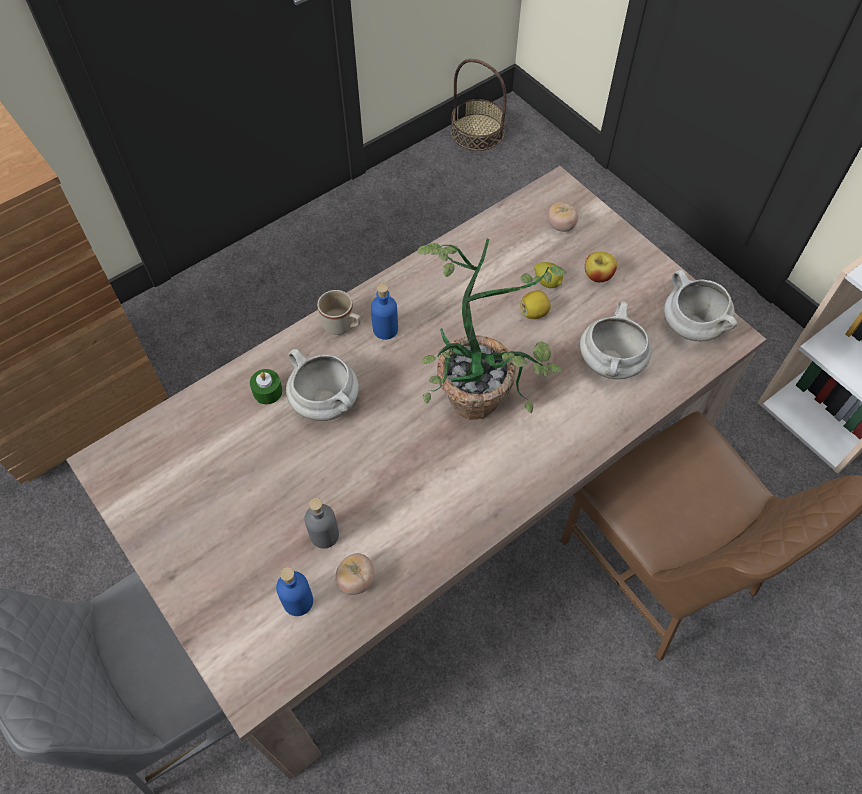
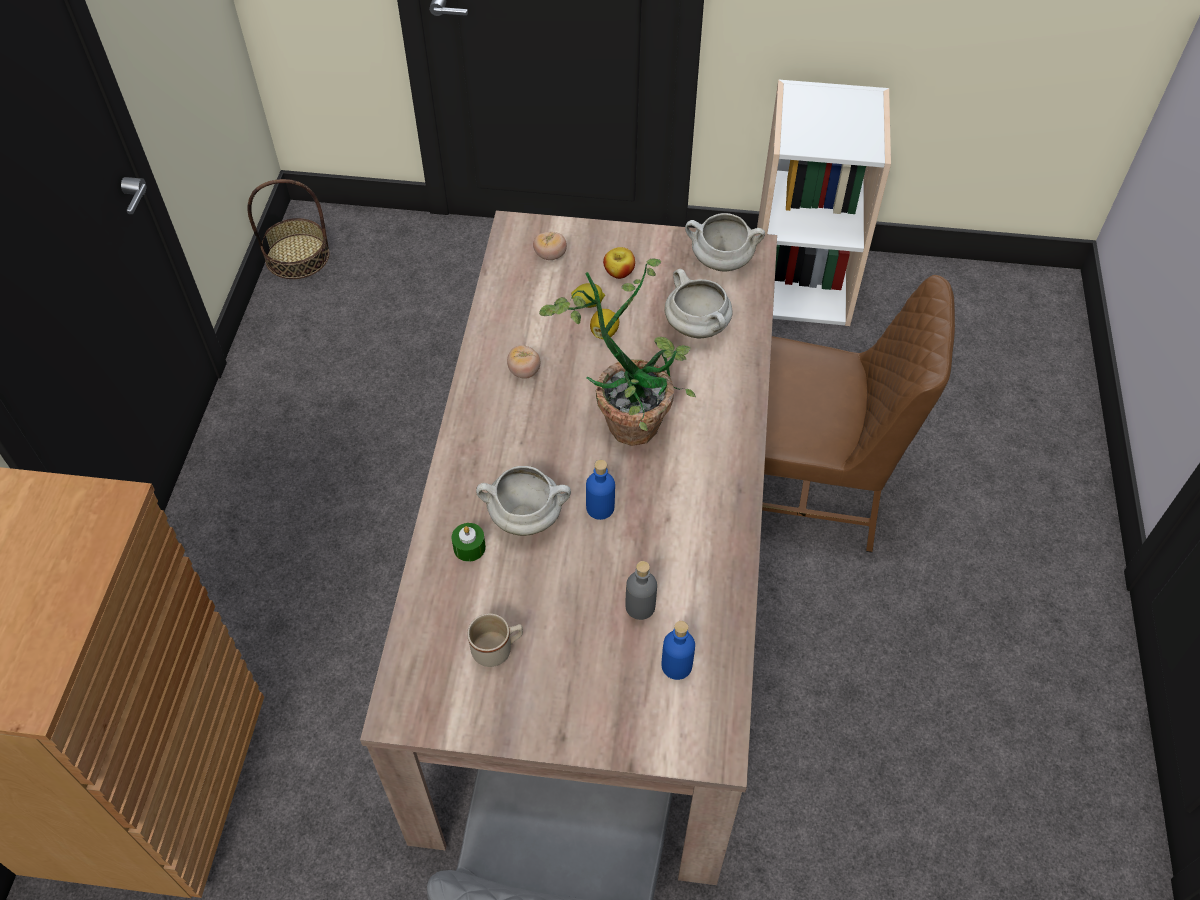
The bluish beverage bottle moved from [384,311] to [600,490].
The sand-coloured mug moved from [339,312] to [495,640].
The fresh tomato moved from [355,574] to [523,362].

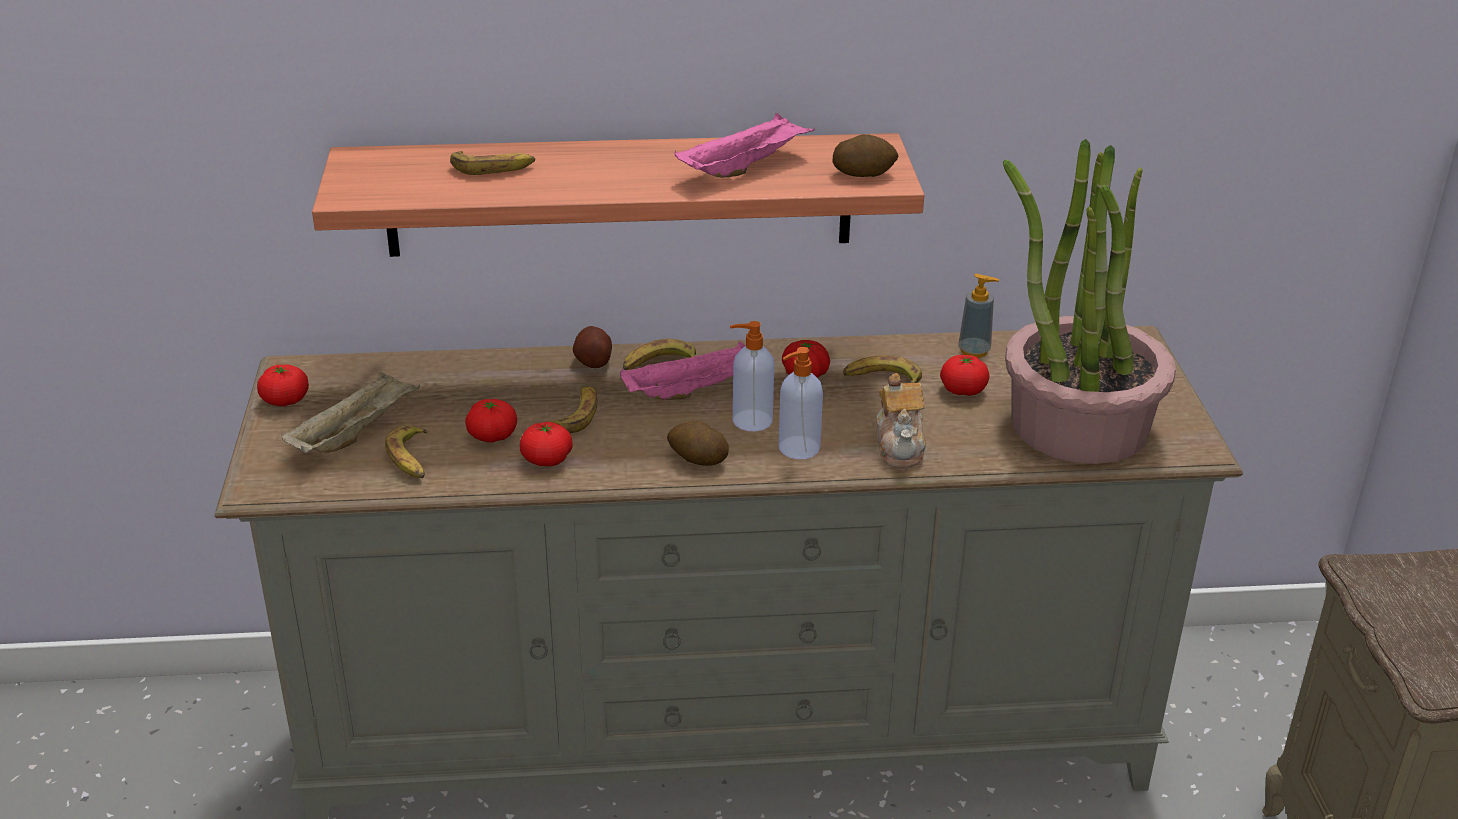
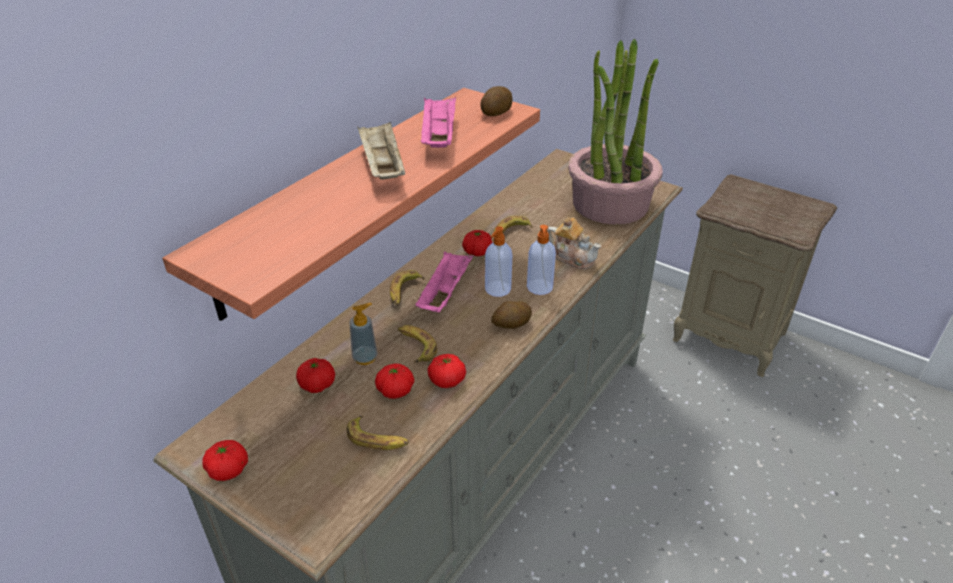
The banana at [492,163] disappeared.
The soap bottle moved from [978,316] to [363,334].
The potato at [592,347] disappeared.
The fresh tomato moved from [964,375] to [315,375].
The sand-coloured carrying tray moved from [350,412] to [381,151].

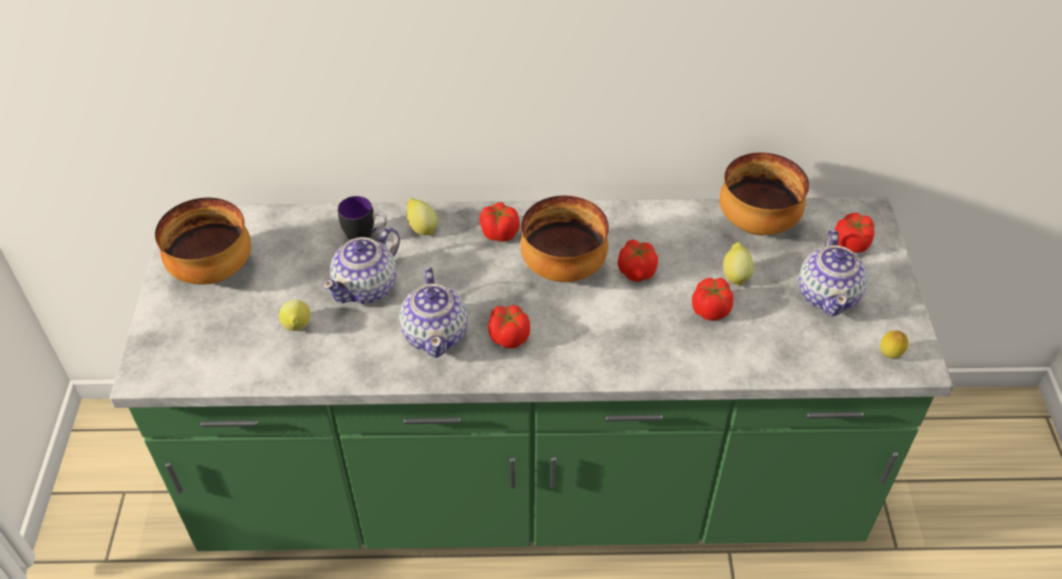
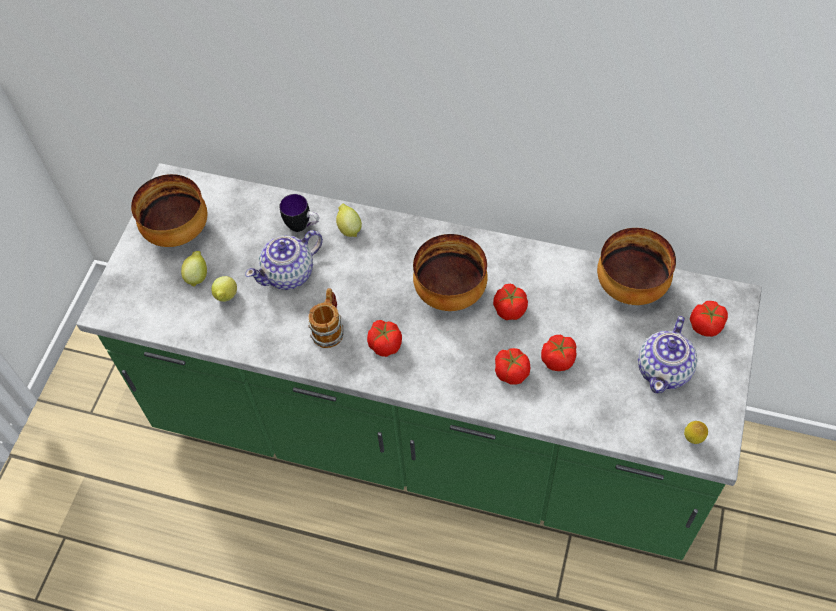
The fresh tomato moved from [500,222] to [512,366].
The citrus fruit moved from [738,264] to [194,269].
The tea pot at [433,312] was replaced by the mug at [326,318].

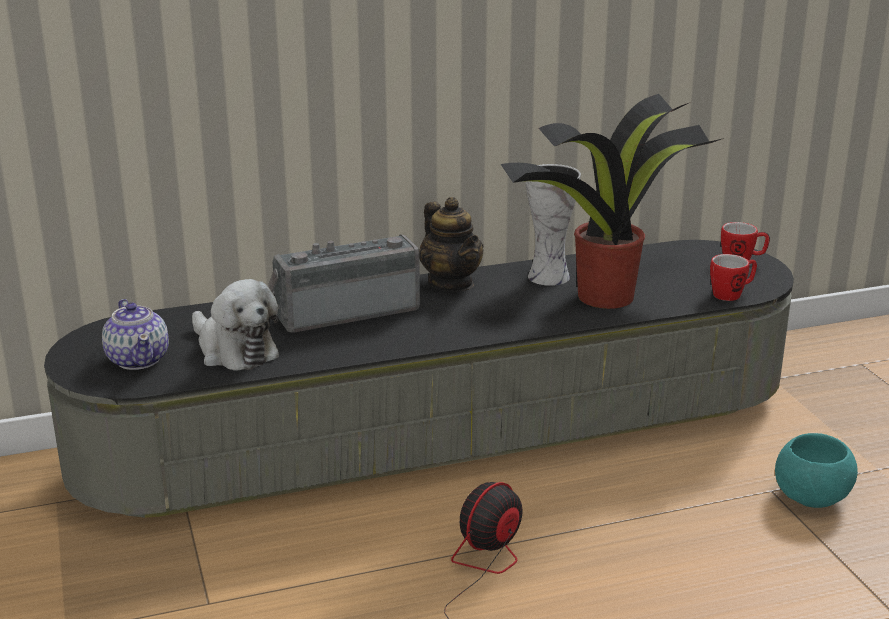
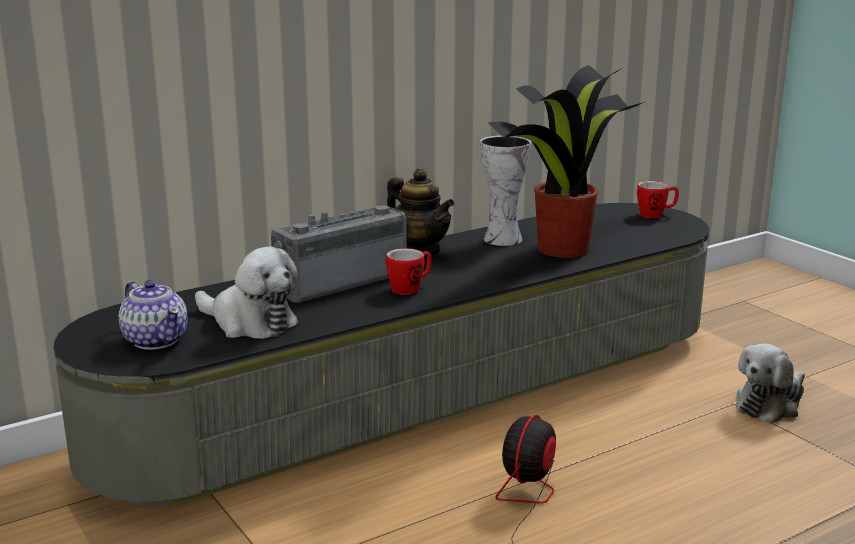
The mug moved from [733,277] to [409,271].
The blue-green bowl at [816,470] was replaced by the plush toy at [770,383].

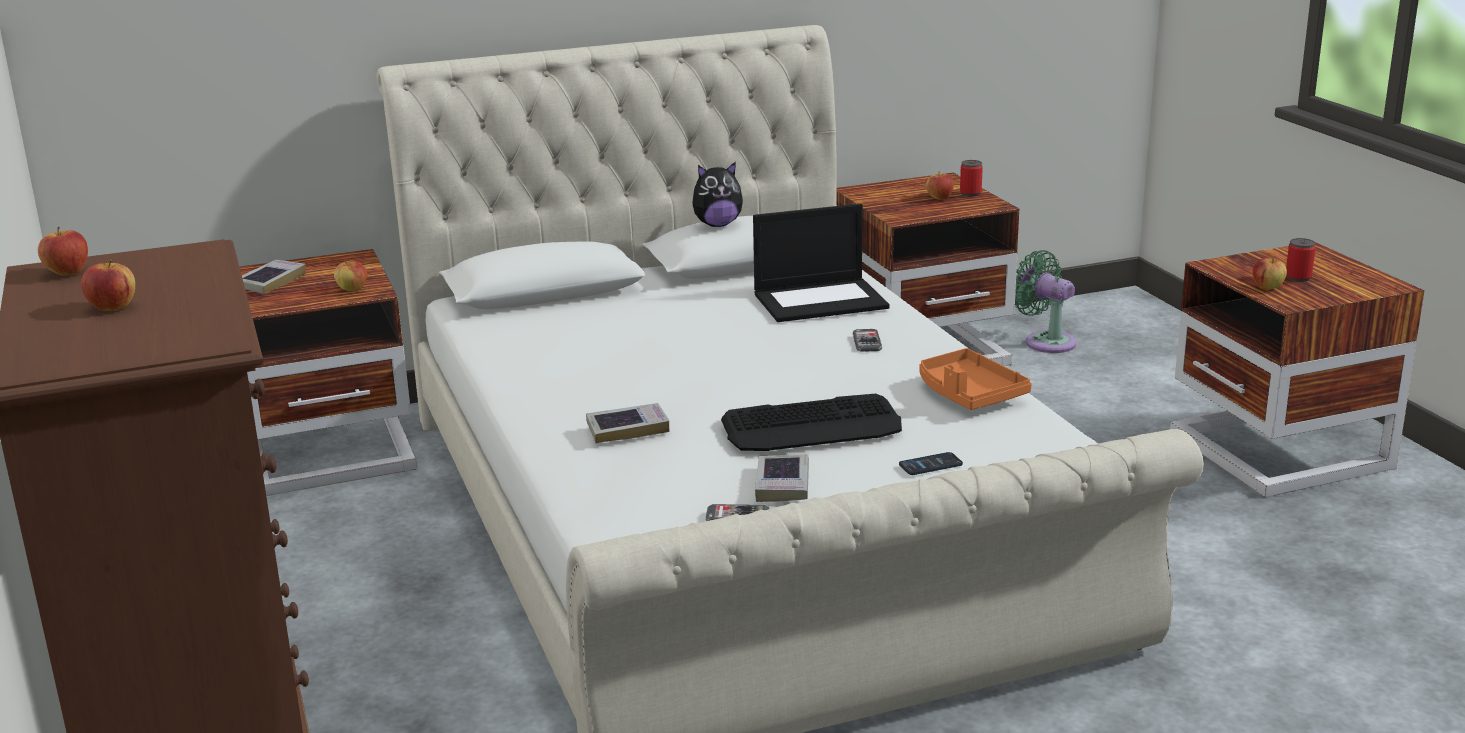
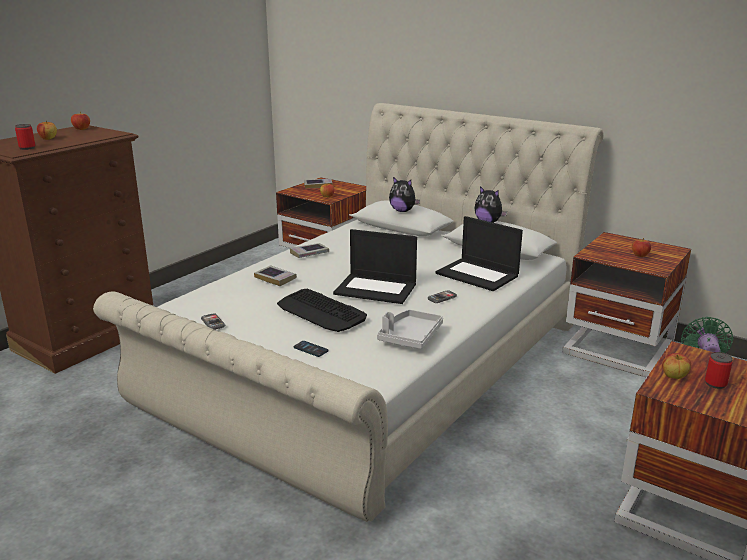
The sealed can moved from [971,178] to [25,137].
The orange carrying tray at [975,379] became the gray carrying tray at [410,329].
The volume moved from [782,478] to [309,250].
The plush toy at [404,194] appeared.
The portable computer at [375,266] appeared.

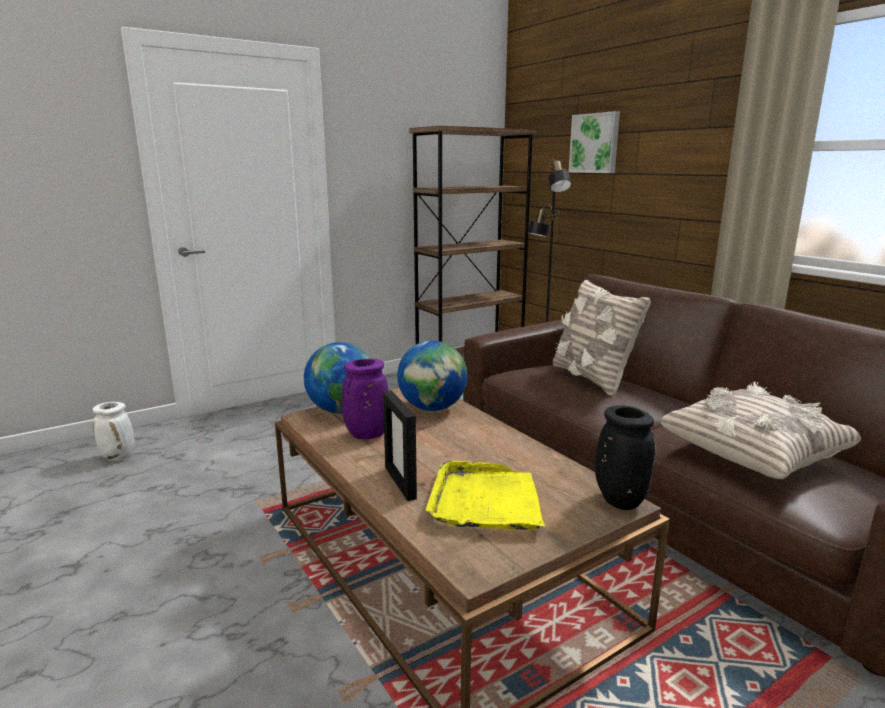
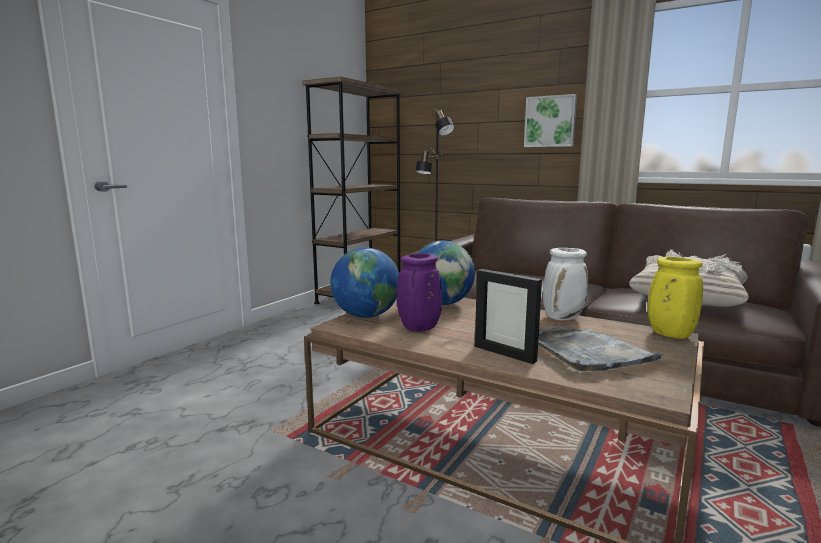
The wall picture moved from [594,142] to [550,120].
The sand-coloured pillow at [602,338] disappeared.
The whitish decorative vase moved from [113,431] to [565,284].
The black decorative vase at [625,457] became the yellow decorative vase at [675,298].
The yellow carrying tray at [485,495] became the gray carrying tray at [601,348].

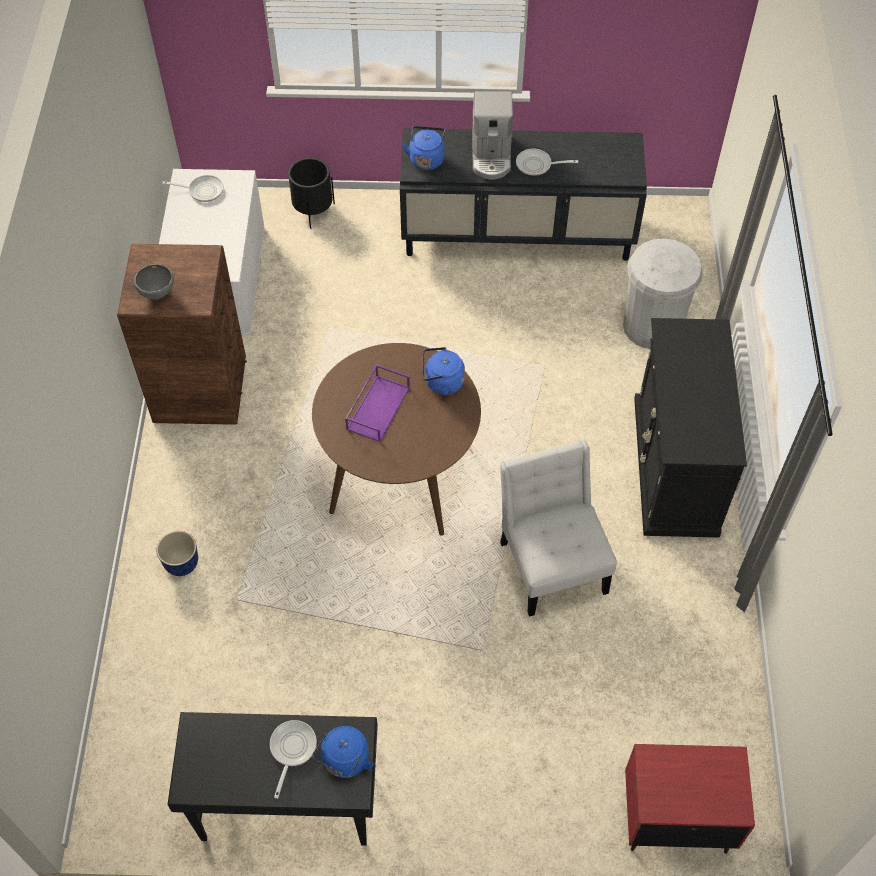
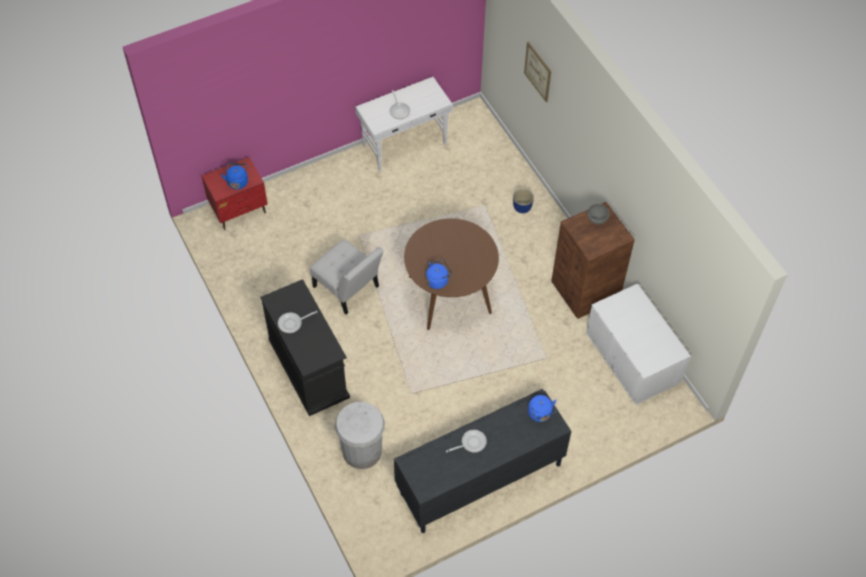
The coffee machine at [492,135] disappeared.
The black plant pot at [311,193] disappeared.
The frying pan moved from [193,188] to [297,322].
The purple carrying tray at [377,403] disappeared.
The black narrow table at [272,779] became the whitish narrow table at [404,124].
The bluish tea kettle moved from [343,752] to [234,176].
The wall picture at [537,72] appeared.

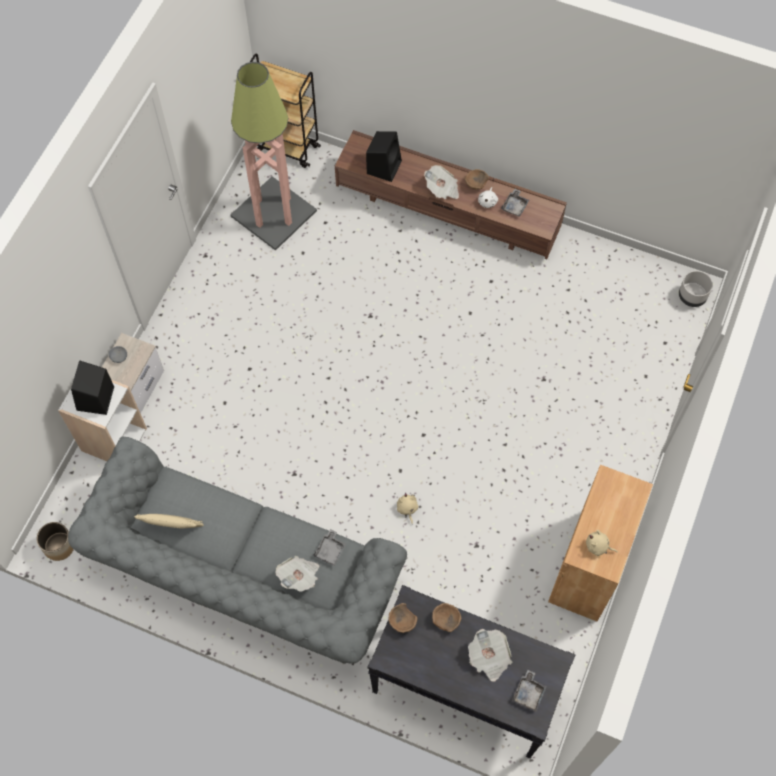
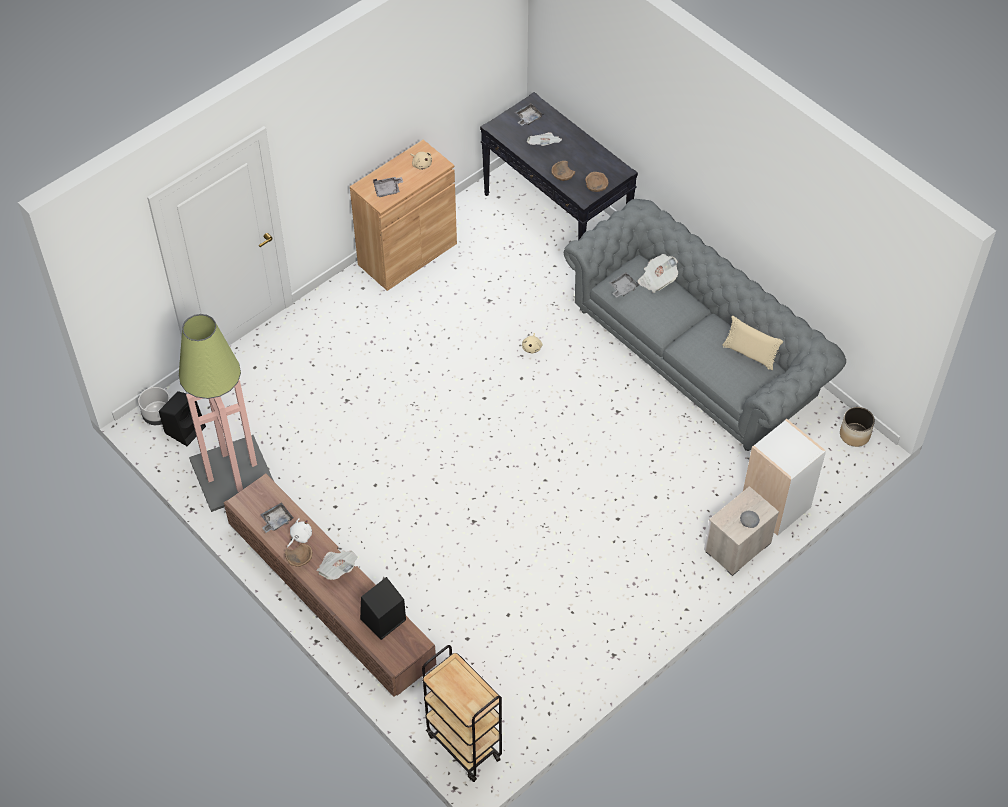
The floor lamp moved from [274,156] to [226,413].
The black speaker moved from [92,387] to [182,418].
The gray carrying tray at [388,187] appeared.

